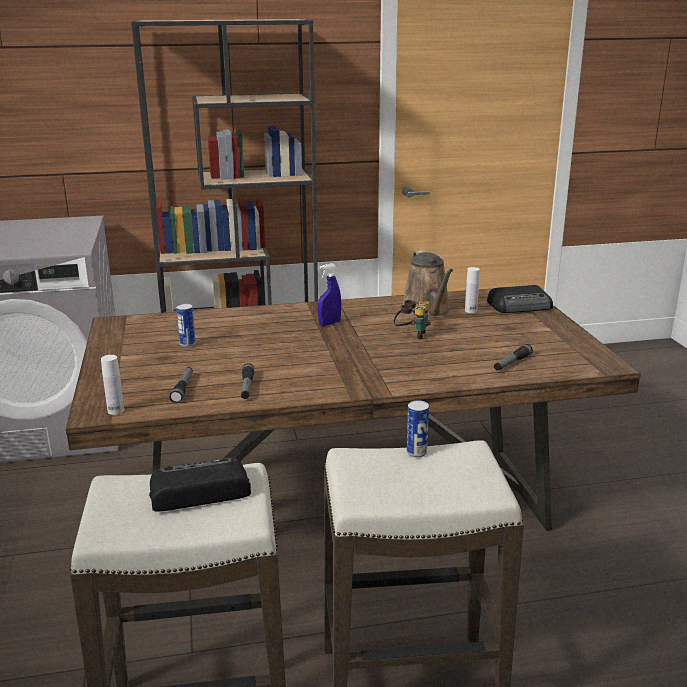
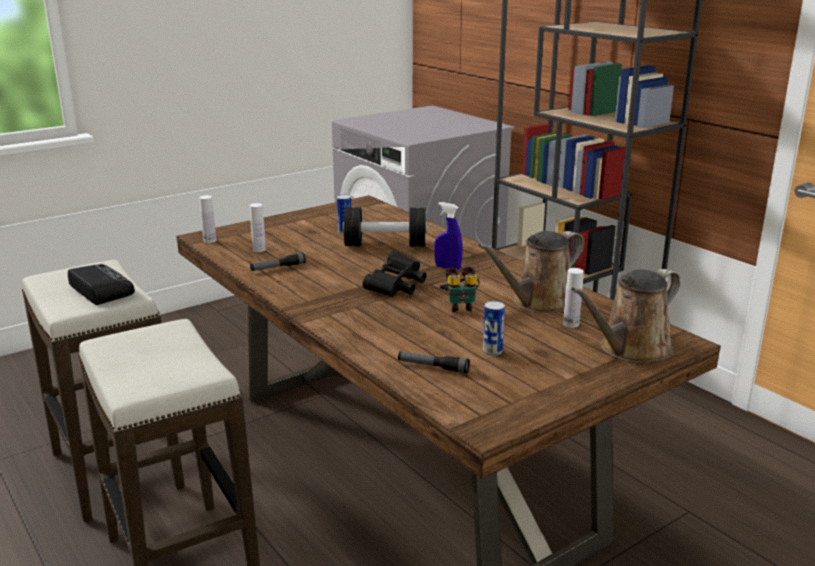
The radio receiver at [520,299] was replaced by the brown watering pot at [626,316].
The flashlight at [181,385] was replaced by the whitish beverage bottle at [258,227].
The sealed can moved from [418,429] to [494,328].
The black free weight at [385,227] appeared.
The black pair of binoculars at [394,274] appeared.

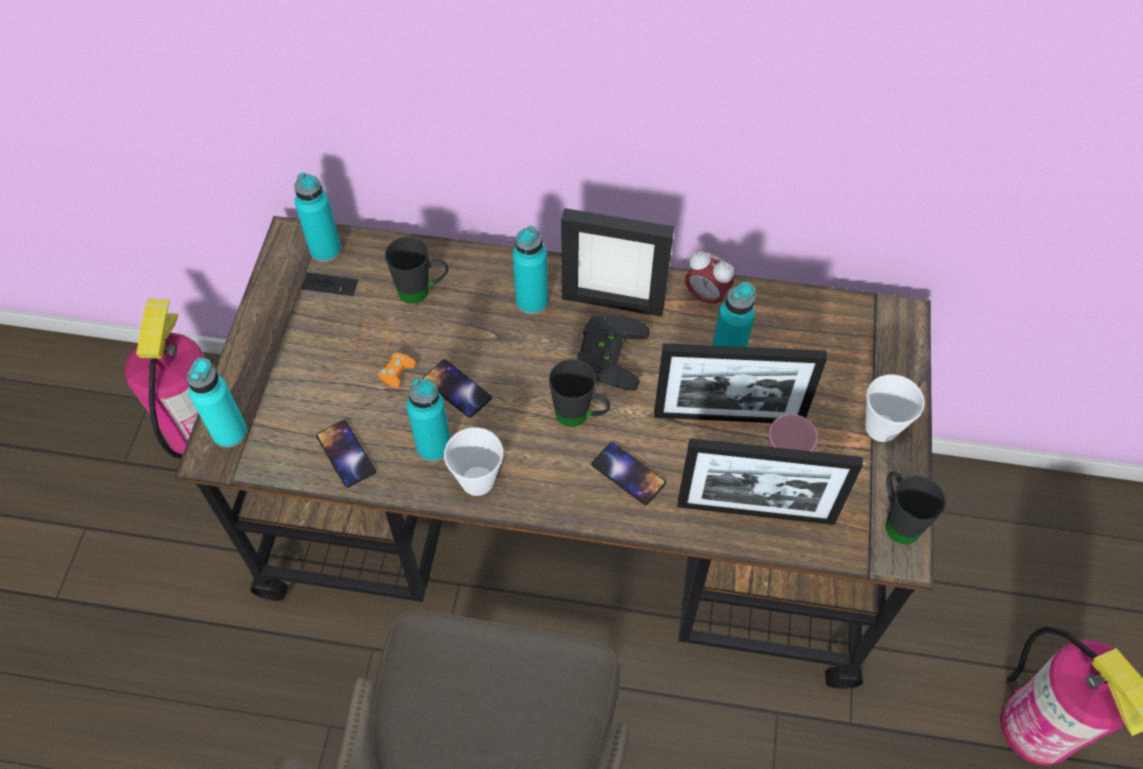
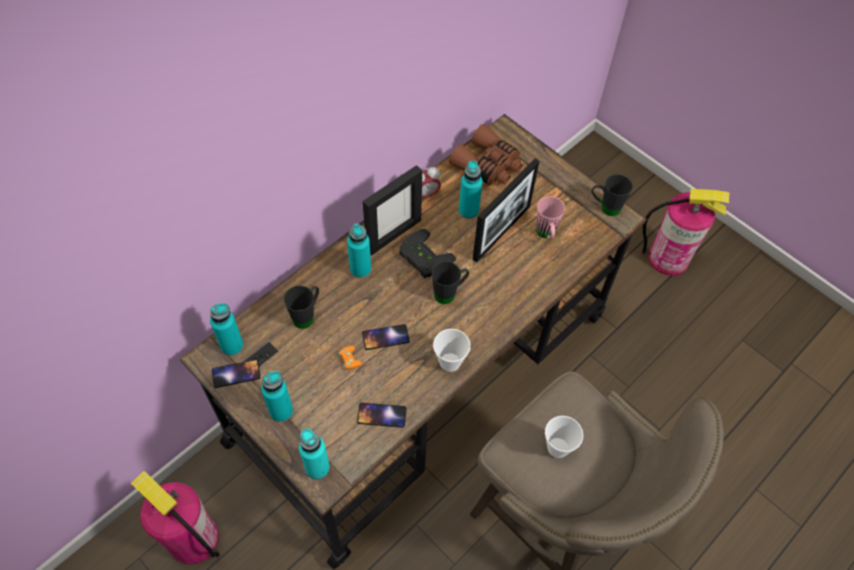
The drinking cup moved from [895,408] to [564,437].
The blue-green beverage bottle moved from [428,420] to [277,396].
The picture frame at [770,481] disappeared.
The phone moved from [628,473] to [236,374].
The brown pair of binoculars at [486,154] appeared.

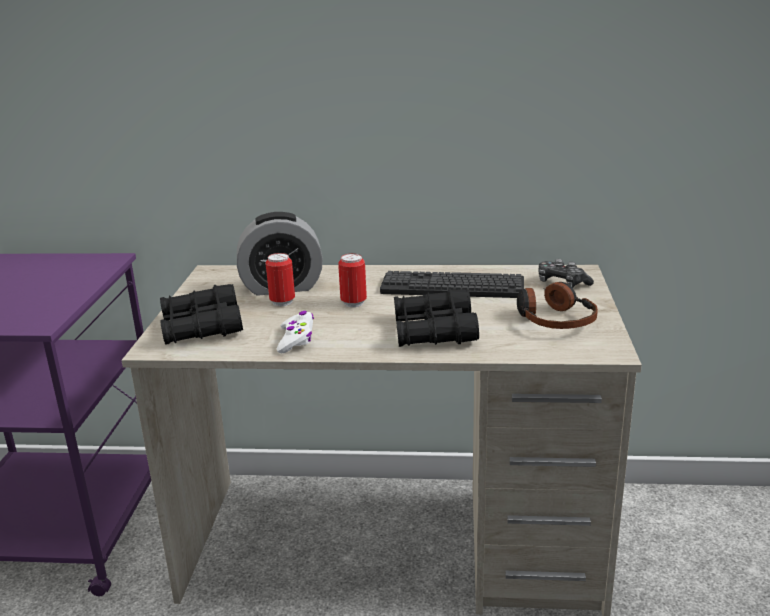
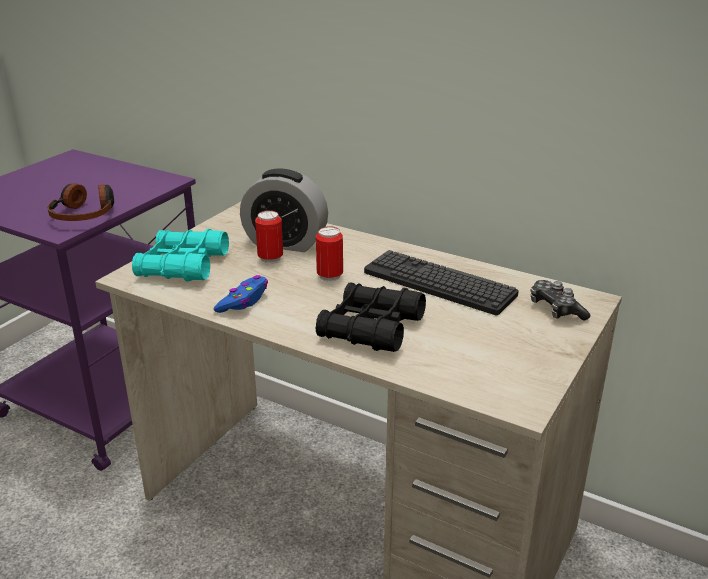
The pair of headphones moved from [557,305] to [80,202].
The black pair of binoculars at [201,314] became the blue-green pair of binoculars at [180,255].
The whitish game controller at [295,332] became the bluish game controller at [241,294].

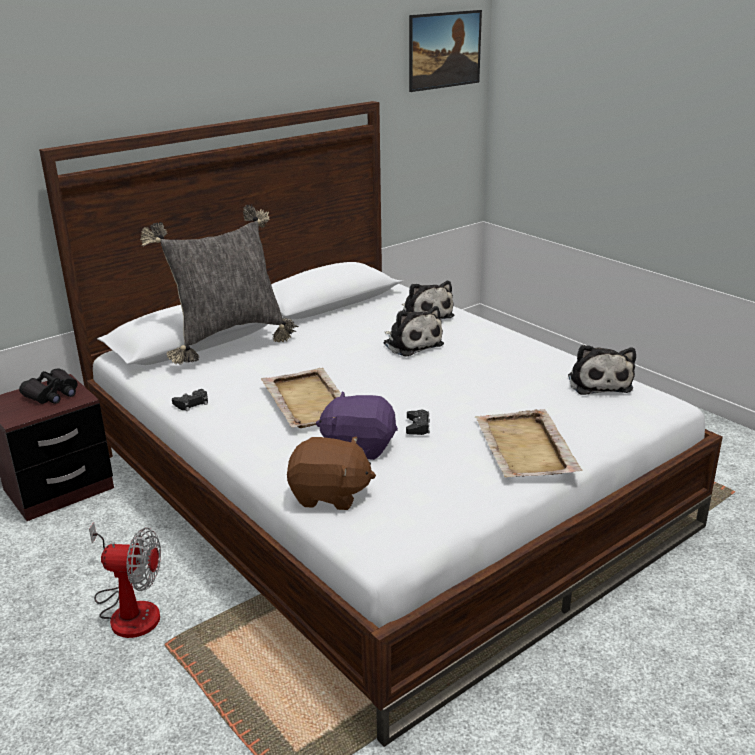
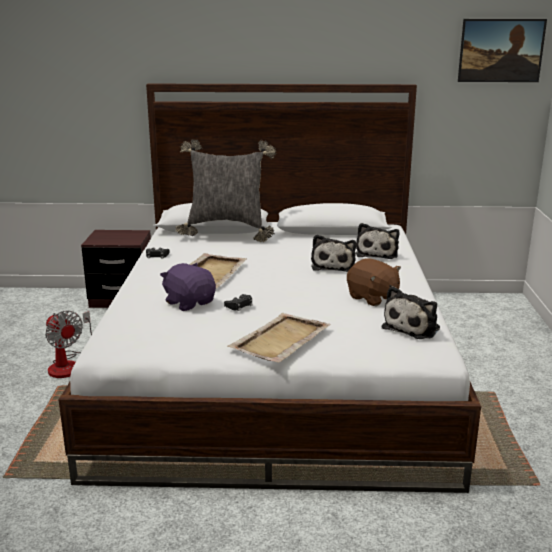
The black pair of binoculars at [48,386] disappeared.
The brown plush toy moved from [331,473] to [374,282].

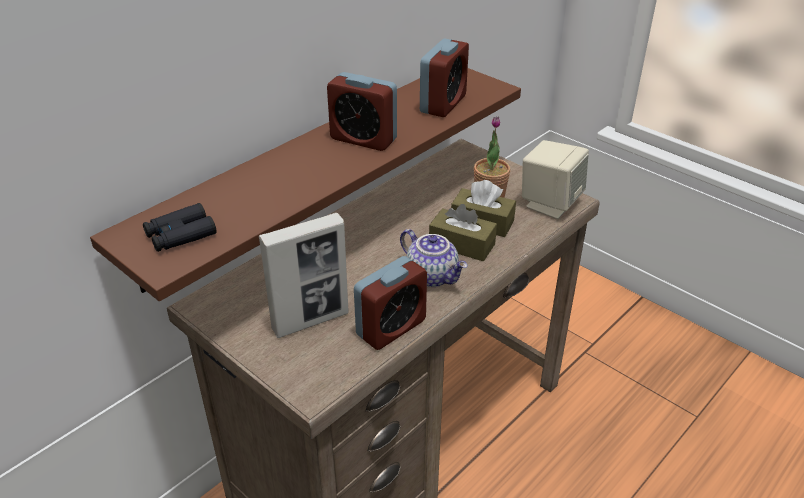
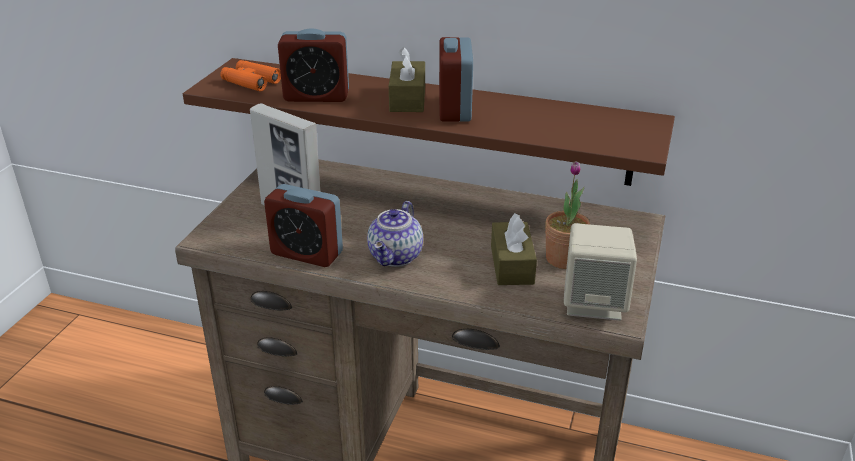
The alarm clock moved from [444,77] to [313,65].
The black pair of binoculars at [180,227] became the orange pair of binoculars at [250,76].
The brown box of tissues moved from [463,232] to [407,79].

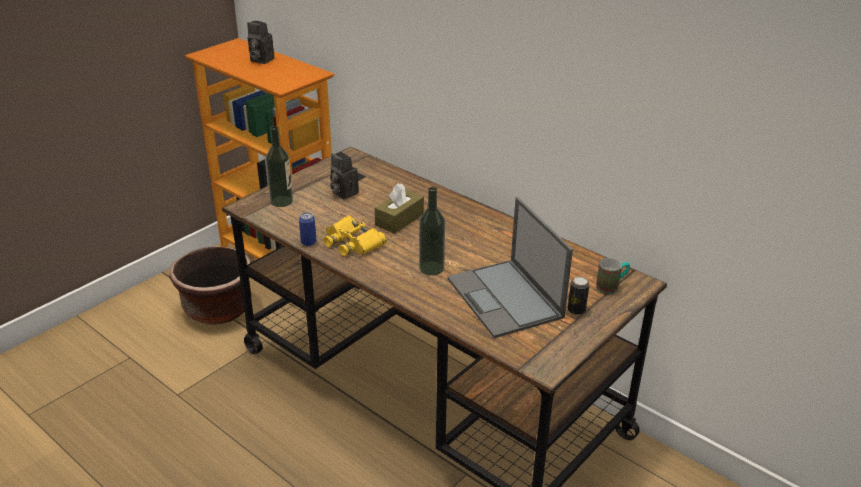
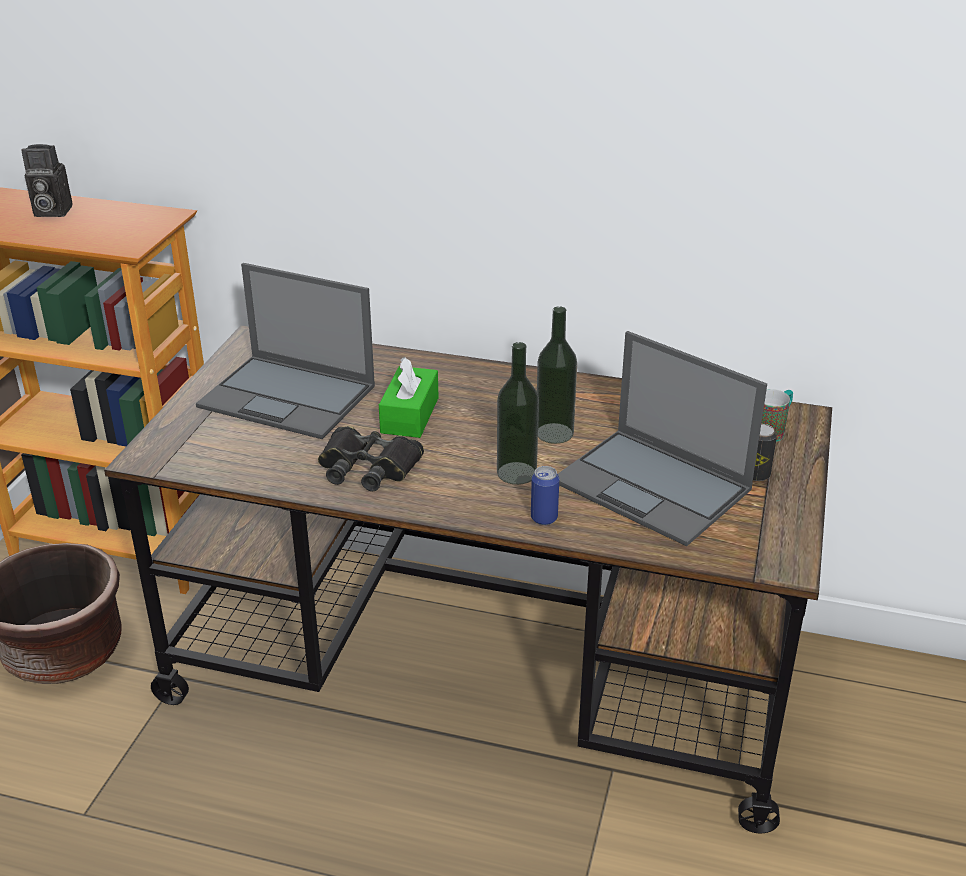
The beverage bottle moved from [279,166] to [557,375].
The photo camera at [344,175] was replaced by the portable computer at [285,351].
The brown box of tissues at [399,208] became the green box of tissues at [409,397].
The sealed can moved from [308,229] to [545,495].
The yellow pair of binoculars at [355,235] became the black pair of binoculars at [371,458].

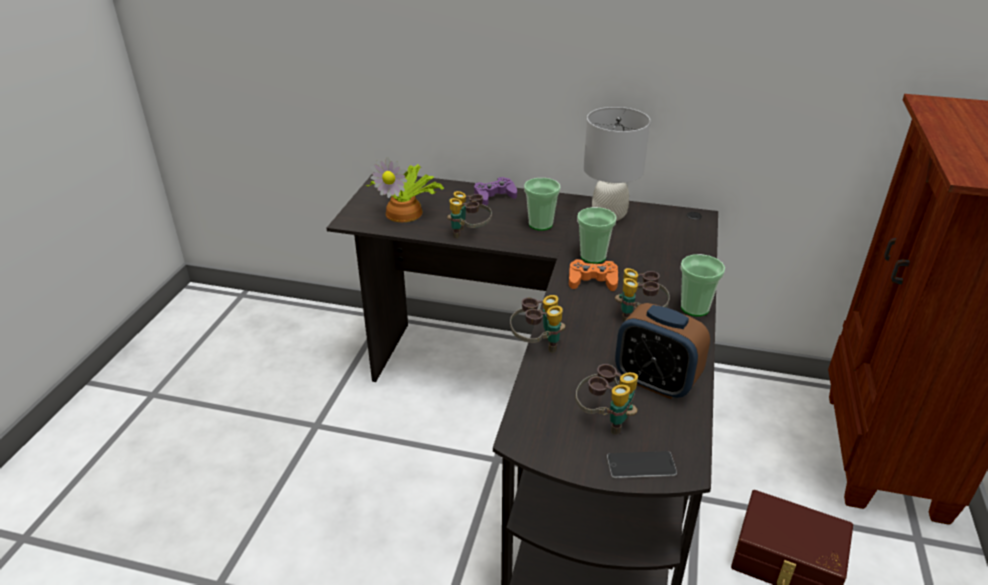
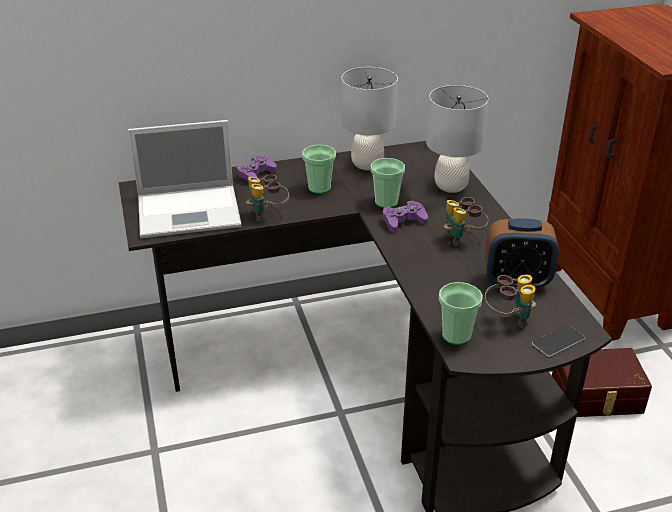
The potted plant at [405,189] was replaced by the portable computer at [185,179].
The drinking cup moved from [702,285] to [461,313].
The orange game controller at [593,275] became the purple game controller at [405,217].
The pair of binoculars at [537,324] disappeared.
The gray tabletop lamp at [457,139] appeared.

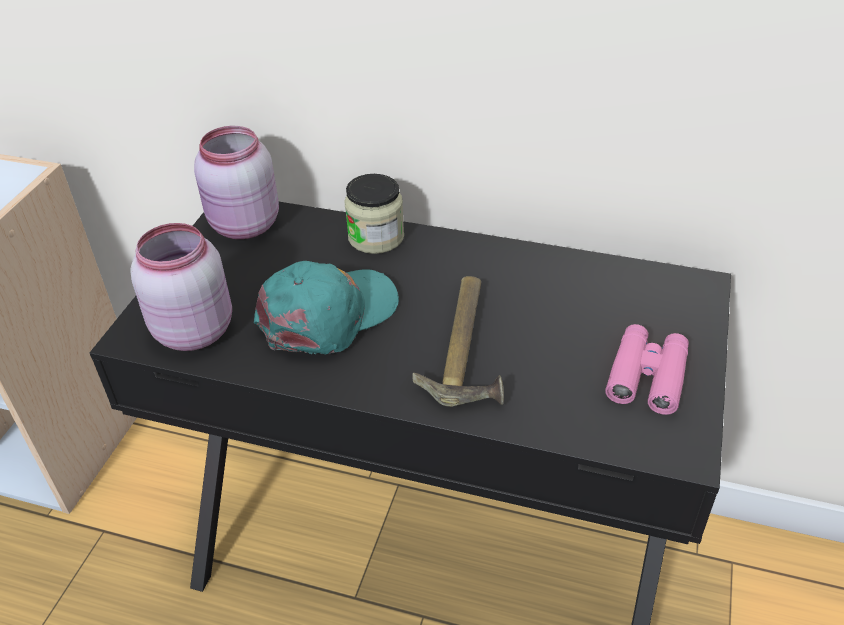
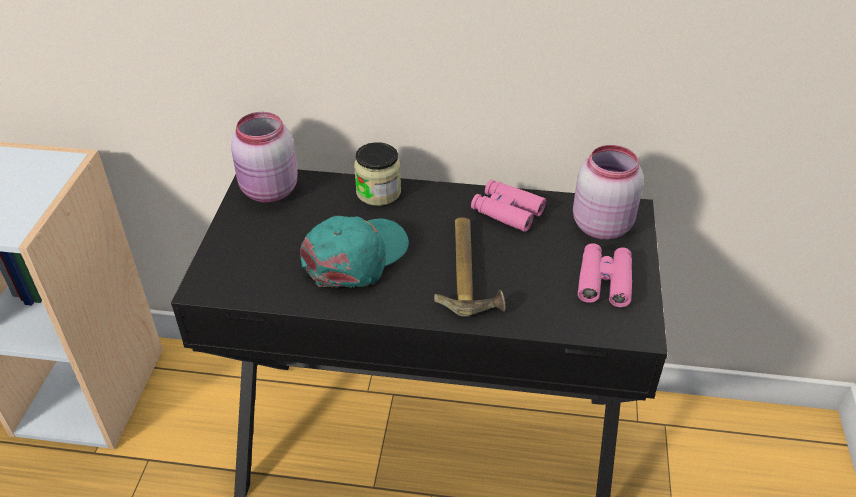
The pink-coloured jar moved from [181,287] to [608,192].
The pink-coloured pair of binoculars at [508,206] appeared.

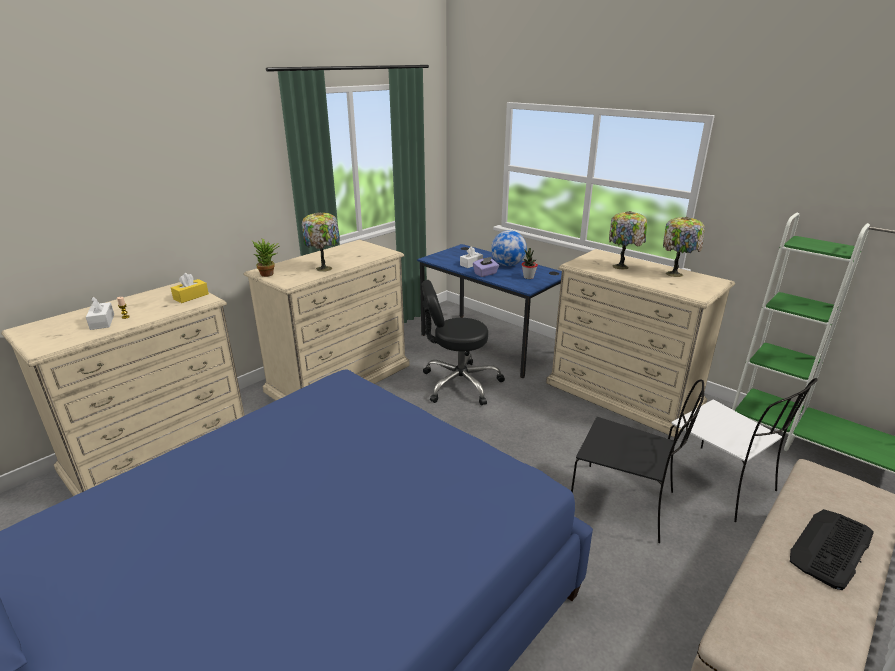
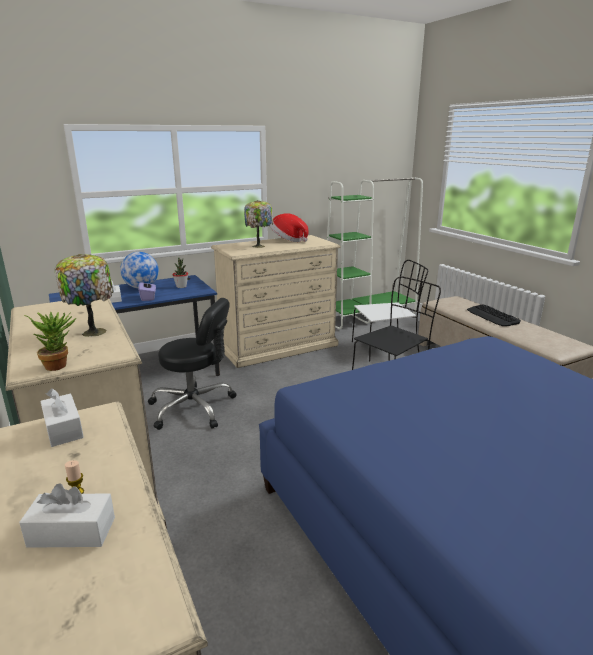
The tabletop lamp at [684,247] was replaced by the clothing hat at [289,227].
The yellow box of tissues at [190,288] became the whitish box of tissues at [62,417].
The black desk chair at [463,342] turned 90 degrees counterclockwise.

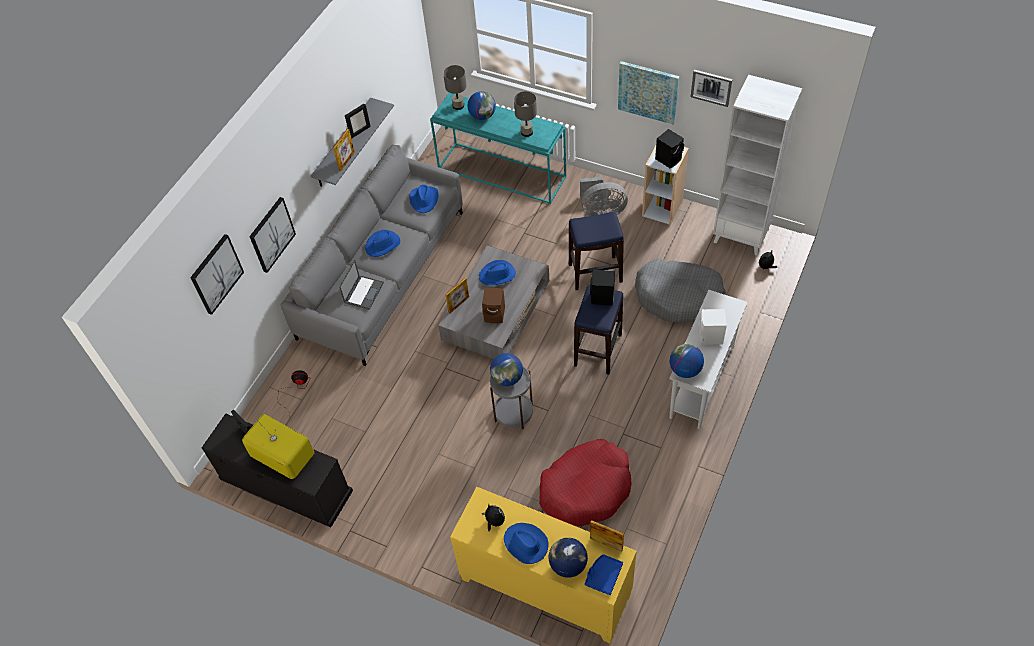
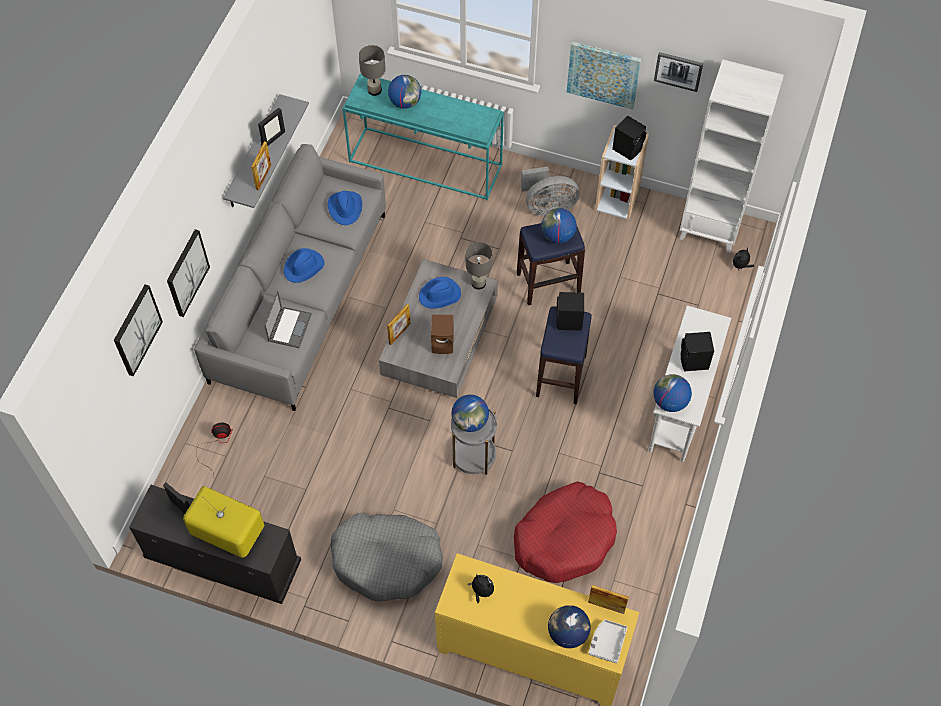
The gray tabletop lamp moved from [525,114] to [479,265].
The gray dog cushion moved from [680,290] to [387,557].
The whitish speaker at [713,327] became the black speaker at [697,352].
The bluish clothing hat at [526,543] disappeared.
The bluish carrying tray at [603,574] became the gray carrying tray at [607,642].
The world globe at [558,225] appeared.

